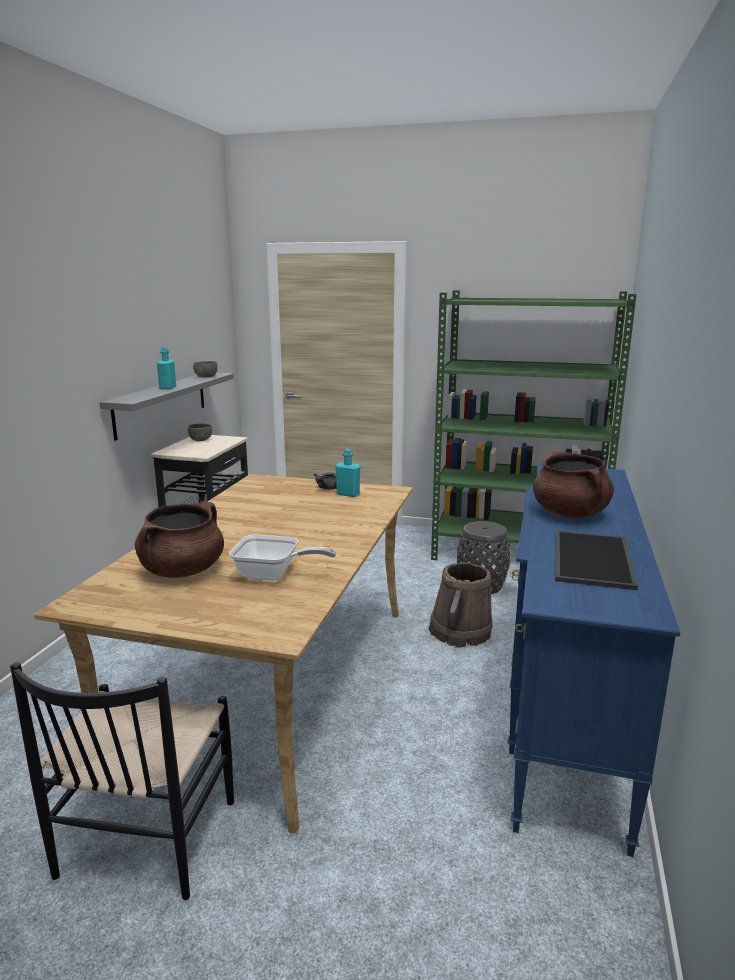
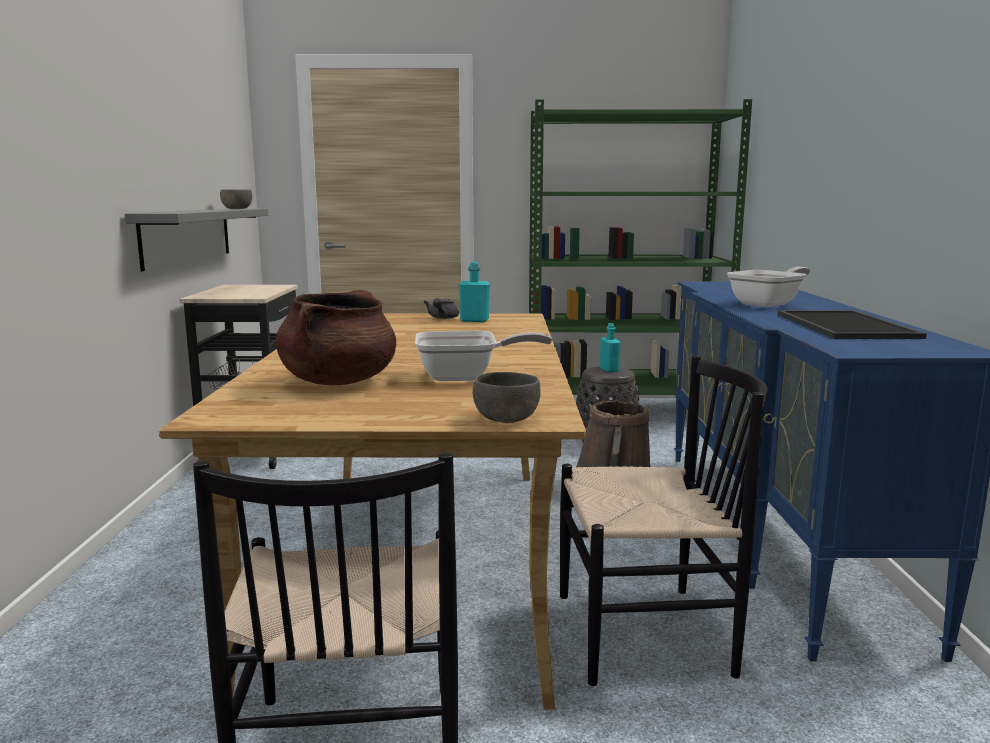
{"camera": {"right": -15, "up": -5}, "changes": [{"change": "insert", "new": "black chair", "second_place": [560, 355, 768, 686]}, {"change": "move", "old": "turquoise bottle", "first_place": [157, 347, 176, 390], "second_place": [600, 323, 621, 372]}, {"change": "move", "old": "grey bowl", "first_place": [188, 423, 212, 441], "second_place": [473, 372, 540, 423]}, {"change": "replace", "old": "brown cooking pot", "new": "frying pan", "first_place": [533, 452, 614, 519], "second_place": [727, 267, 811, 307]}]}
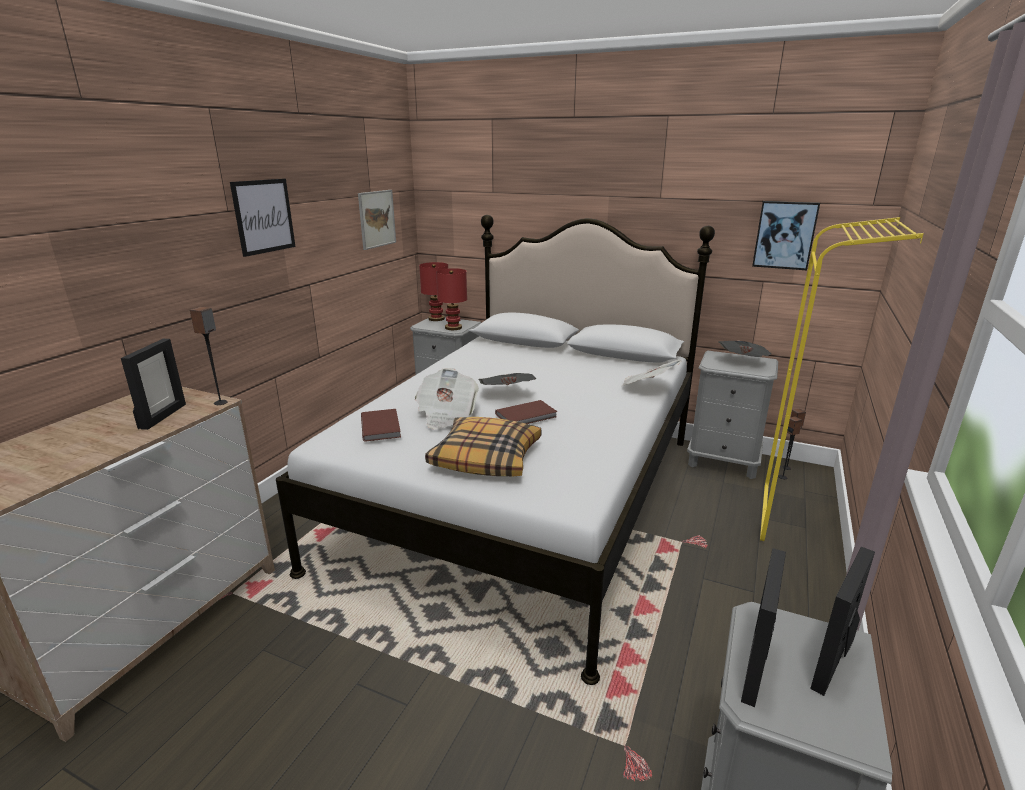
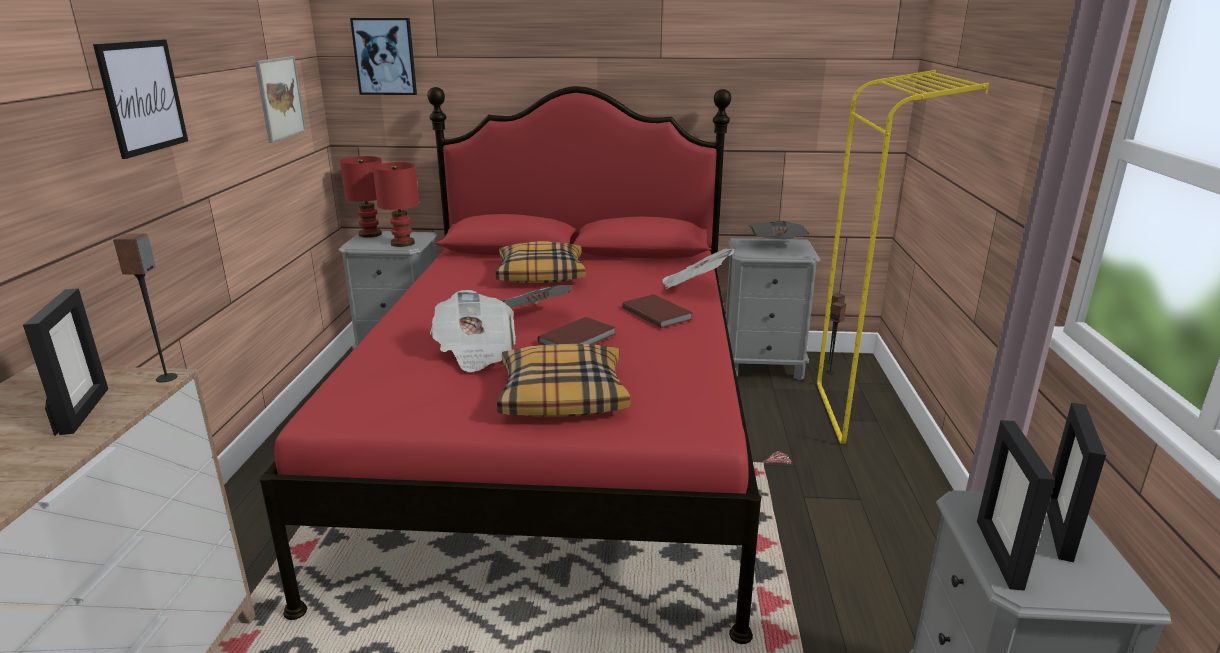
{"camera": {"right": -20, "up": 0}, "changes": [{"change": "insert", "new": "pillow", "second_place": [495, 241, 586, 283]}, {"change": "move", "old": "brown book", "first_place": [361, 409, 401, 442], "second_place": [622, 294, 693, 328]}, {"change": "move", "old": "picture", "first_place": [752, 201, 820, 270], "second_place": [350, 18, 417, 95]}, {"change": "recolor", "old": "white bed", "new": "red bed", "first_place": [276, 215, 715, 685], "second_place": [259, 86, 761, 644]}]}
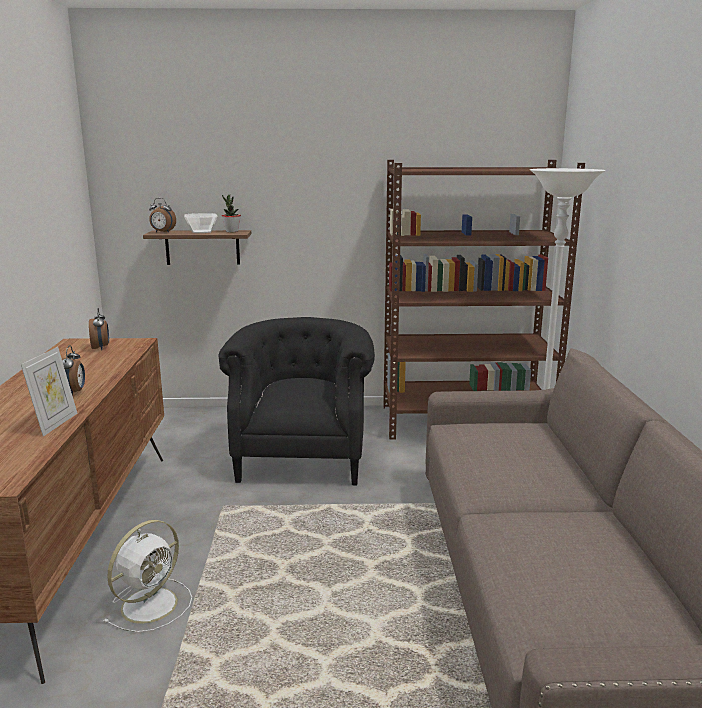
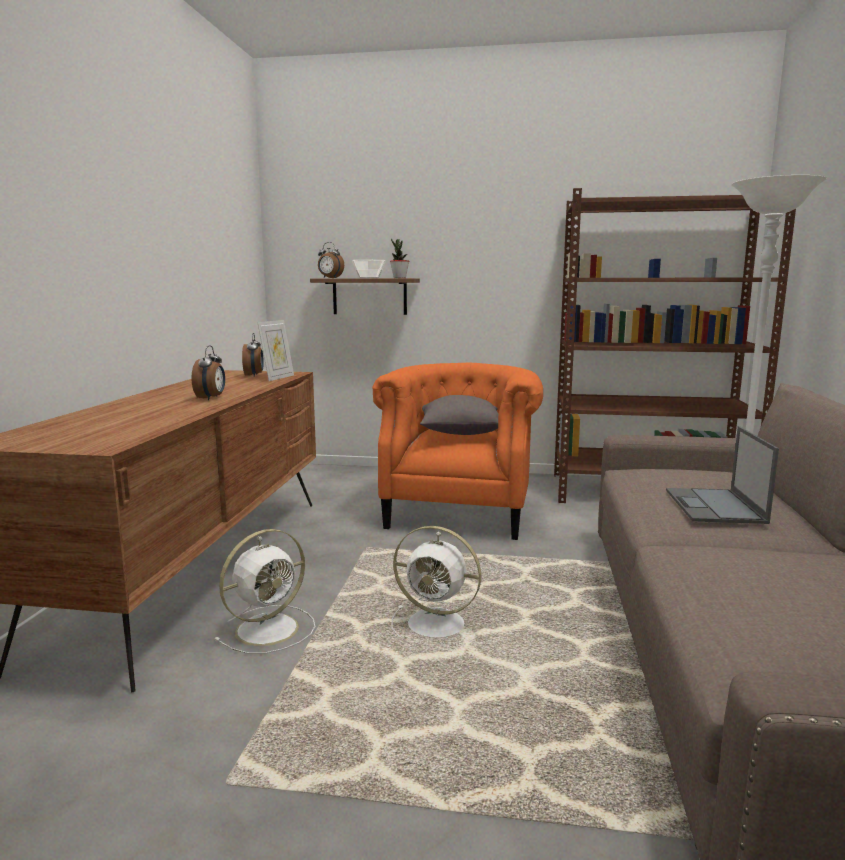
{"camera": {"right": 10, "up": -5}, "changes": [{"change": "insert", "new": "white fan", "second_place": [392, 526, 481, 637]}, {"change": "insert", "new": "grey pillow", "second_place": [420, 395, 499, 435]}, {"change": "insert", "new": "laptop", "second_place": [666, 426, 779, 524]}, {"change": "move", "old": "picture frame", "first_place": [21, 347, 77, 436], "second_place": [257, 320, 294, 381]}, {"change": "recolor", "old": "black armchair", "new": "orange armchair", "first_place": [218, 317, 375, 485], "second_place": [372, 363, 543, 540]}]}
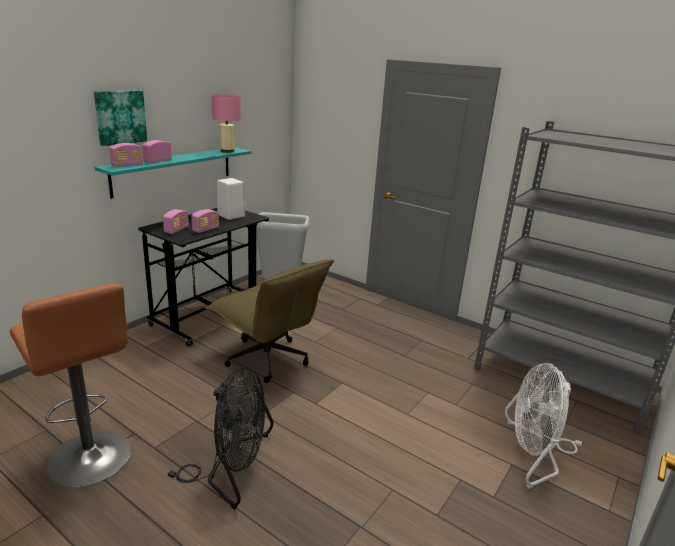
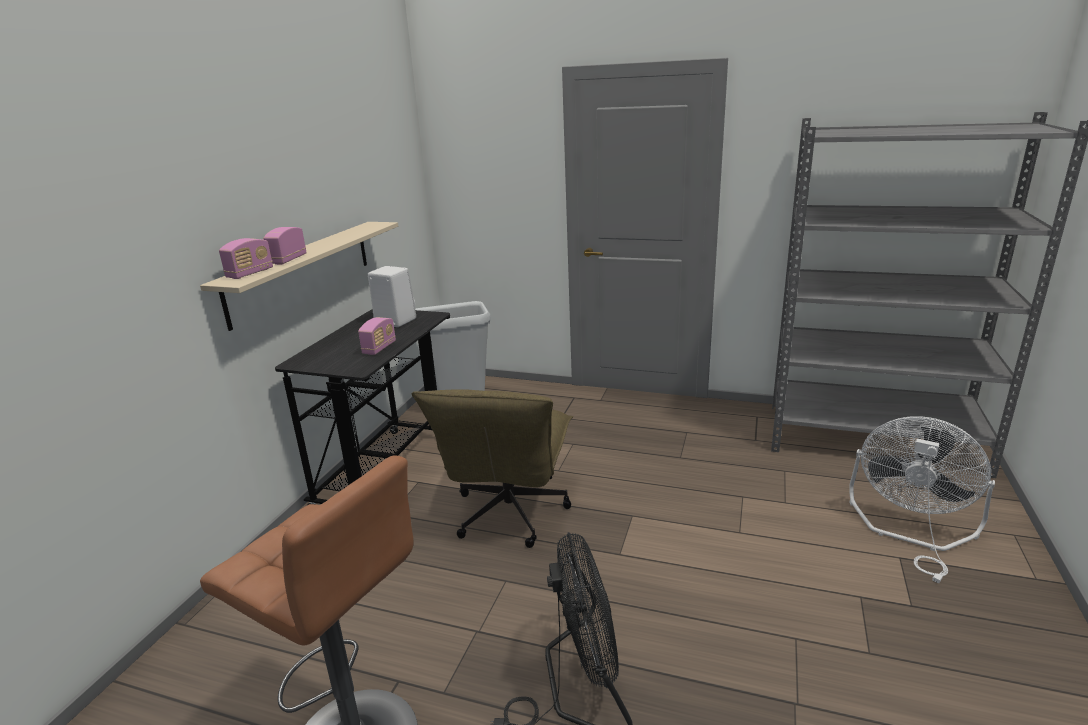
{"camera": {"right": -15, "up": 0}, "changes": [{"change": "delete", "old": "picture", "first_place": [94, 90, 147, 146]}, {"change": "delete", "old": "radio", "first_place": [163, 209, 189, 234]}, {"change": "delete", "old": "pink table lamp", "first_place": [212, 94, 241, 153]}, {"change": "recolor", "old": "turquoise shelf", "new": "beige shelf", "first_place": [95, 147, 252, 199], "second_place": [200, 222, 398, 331]}, {"change": "rotate", "old": "beige office chair", "first_place": [204, 259, 334, 383], "second_place": [412, 389, 573, 548], "degrees": 75}, {"change": "rotate", "old": "white fan", "first_place": [505, 363, 584, 489], "second_place": [849, 416, 995, 583], "degrees": 135}]}
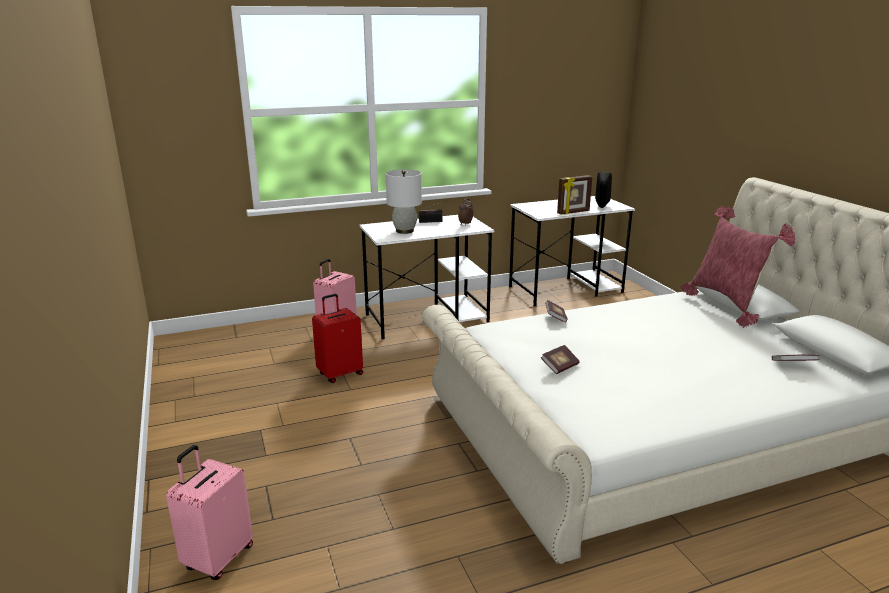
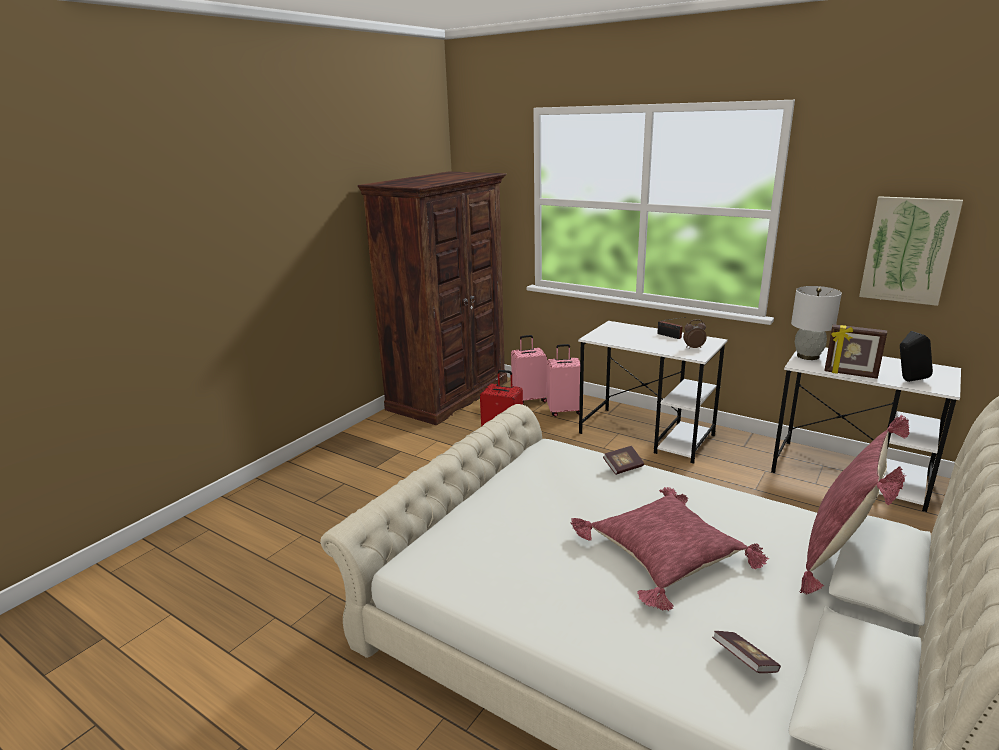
{"camera": {"right": 55, "up": 0}, "changes": [{"change": "delete", "old": "book", "first_place": [541, 345, 580, 374]}, {"change": "insert", "new": "brown wardrobe", "second_place": [358, 172, 507, 426]}, {"change": "insert", "new": "red pillow", "second_place": [570, 487, 770, 611]}, {"change": "insert", "new": "picture", "second_place": [859, 196, 963, 306]}, {"change": "move", "old": "pink suitcase", "first_place": [166, 445, 253, 580], "second_place": [511, 335, 547, 404]}, {"change": "move", "old": "white table lamp", "first_place": [386, 169, 422, 234], "second_place": [791, 286, 842, 360]}]}
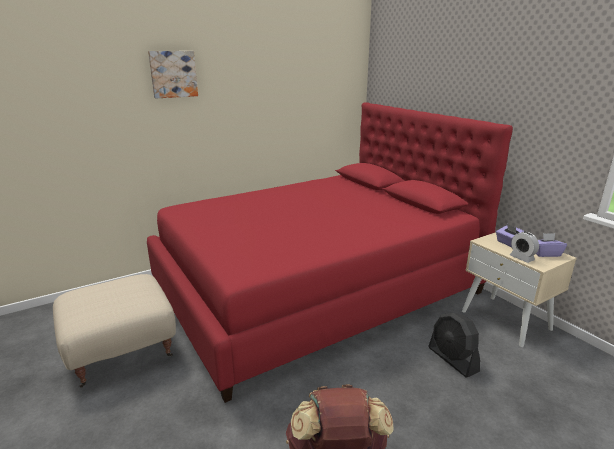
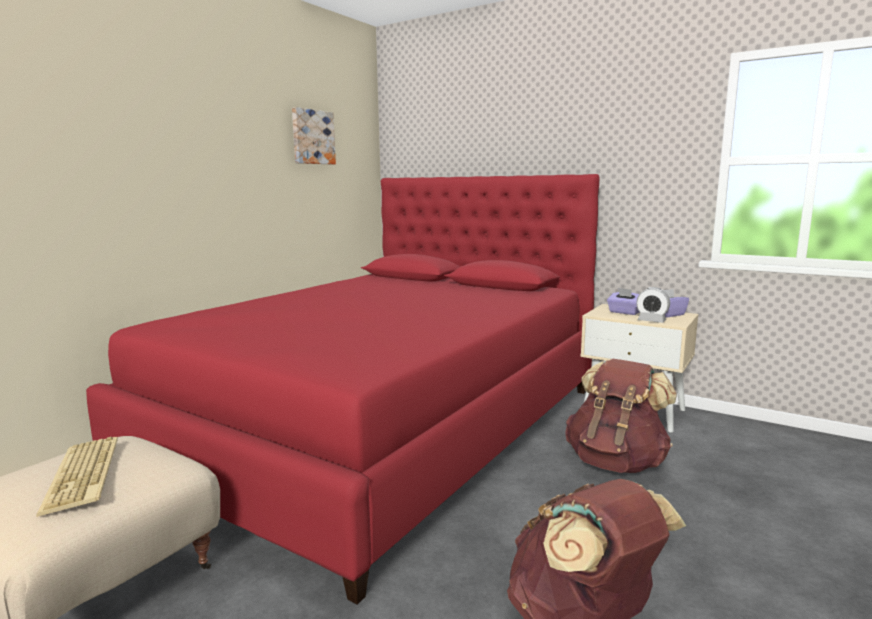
{"camera": {"right": -25, "up": -10}, "changes": [{"change": "insert", "new": "keyboard", "second_place": [36, 437, 118, 517]}, {"change": "move", "old": "picture", "first_place": [148, 51, 198, 98], "second_place": [292, 107, 336, 165]}, {"change": "replace", "old": "black fan", "new": "brown backpack", "first_place": [428, 313, 480, 378], "second_place": [565, 359, 677, 473]}]}
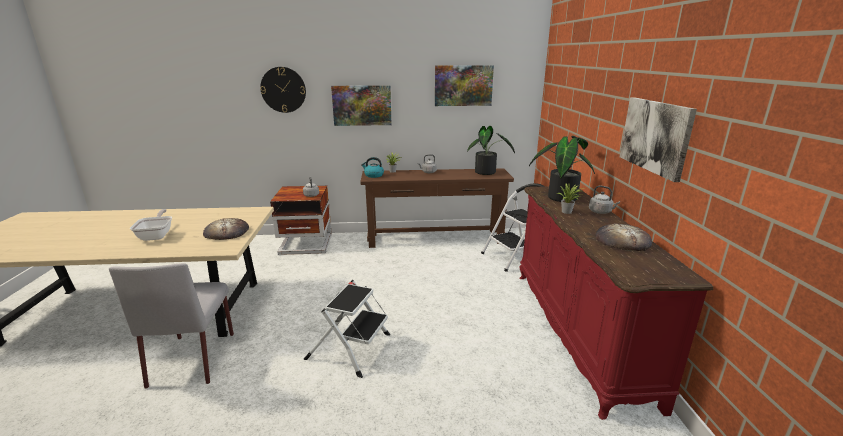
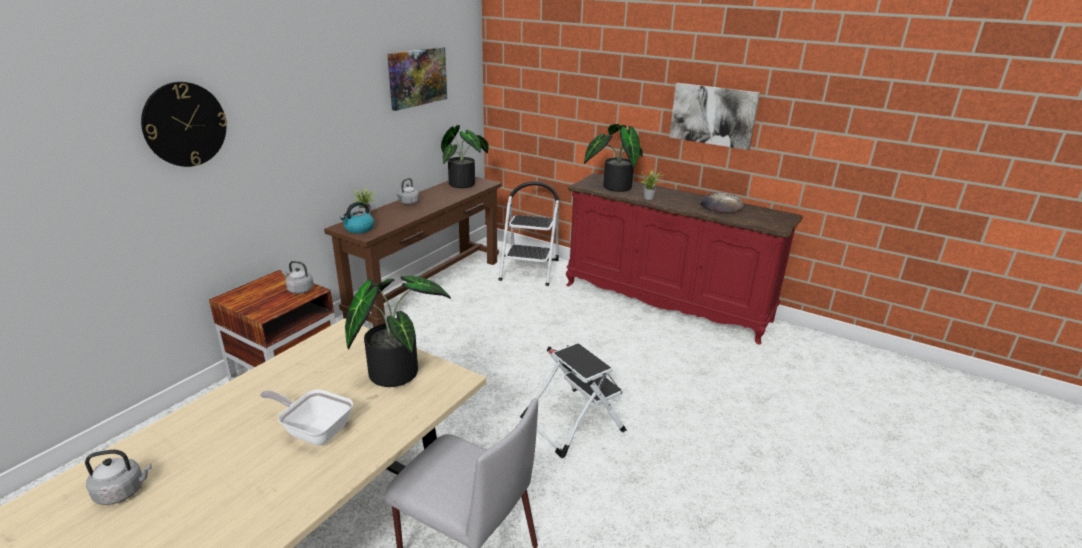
{"camera": {"right": -55, "up": 5}, "changes": [{"change": "delete", "old": "picture", "first_place": [331, 85, 391, 126]}, {"change": "move", "old": "grey kettle", "first_place": [589, 186, 620, 214], "second_place": [85, 450, 152, 505]}, {"change": "replace", "old": "bread", "new": "potted plant", "first_place": [203, 218, 249, 240], "second_place": [345, 276, 451, 387]}]}
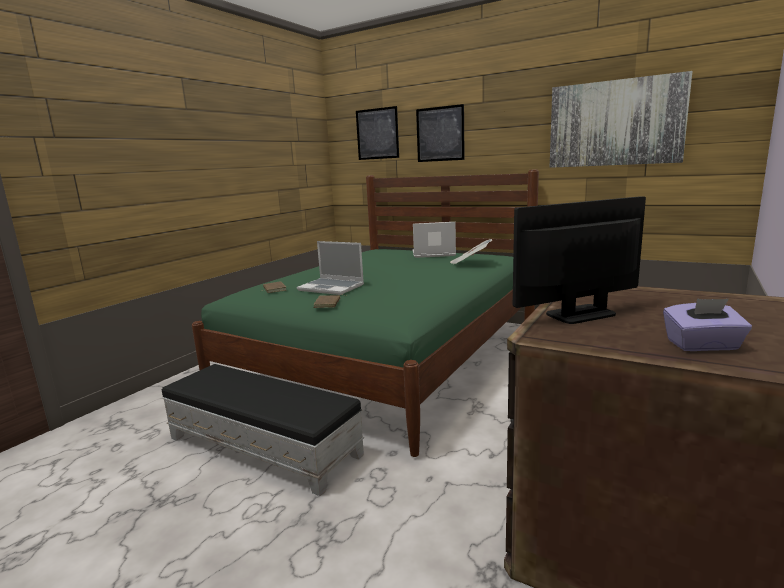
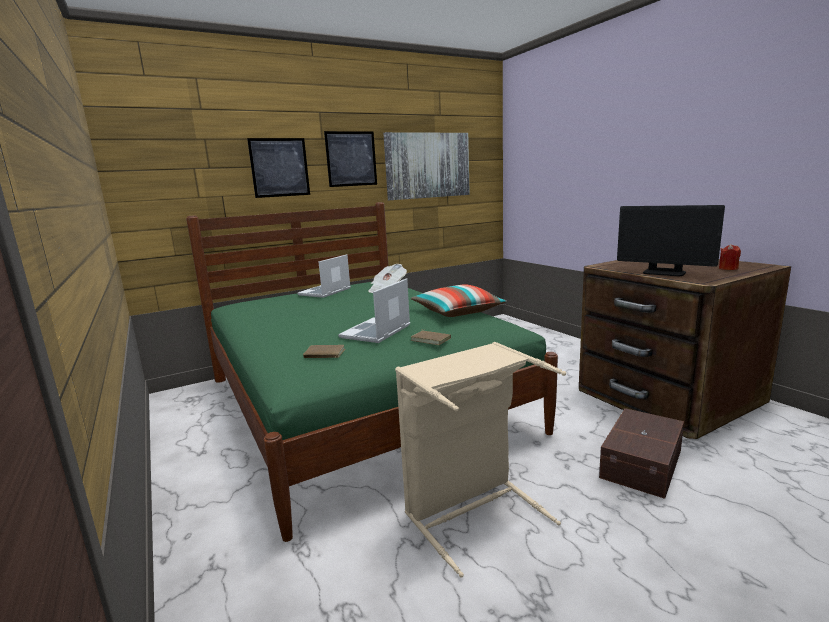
{"camera": {"right": -60, "up": 0}, "changes": [{"change": "insert", "new": "pillow", "second_place": [411, 284, 507, 317]}, {"change": "insert", "new": "brown storage box", "second_place": [599, 408, 684, 499]}, {"change": "move", "old": "picture", "first_place": [356, 106, 399, 160], "second_place": [324, 131, 377, 187]}, {"change": "replace", "old": "black ottoman", "new": "beige laundry basket", "first_place": [162, 364, 364, 496], "second_place": [395, 342, 566, 577]}, {"change": "replace", "old": "purple tissue box", "new": "red candle", "first_place": [663, 299, 752, 351], "second_place": [719, 244, 741, 270]}, {"change": "rotate", "old": "laptop", "first_place": [297, 241, 364, 295], "second_place": [338, 278, 410, 343], "degrees": 150}, {"change": "rotate", "old": "monitor", "first_place": [513, 196, 646, 324], "second_place": [617, 205, 725, 276], "degrees": -60}]}
